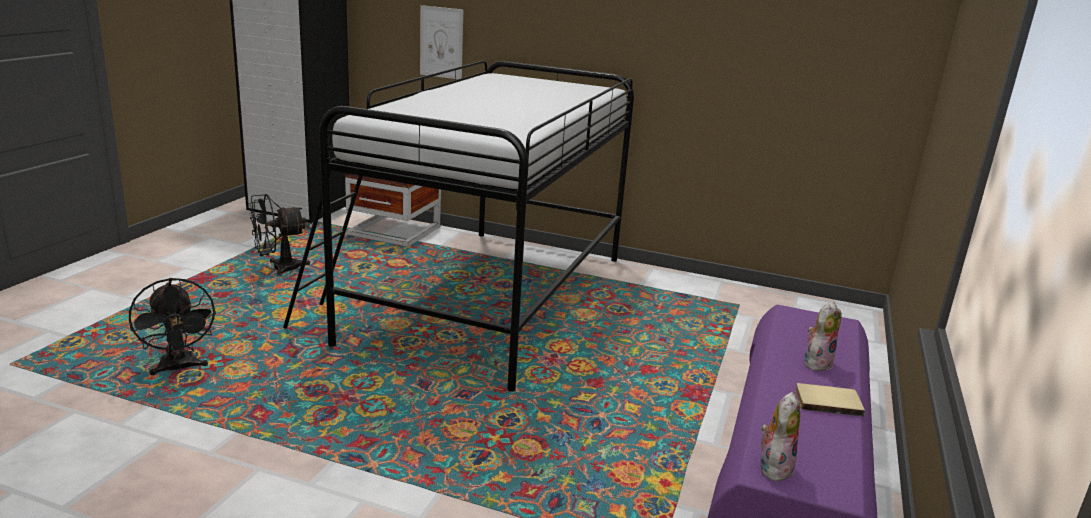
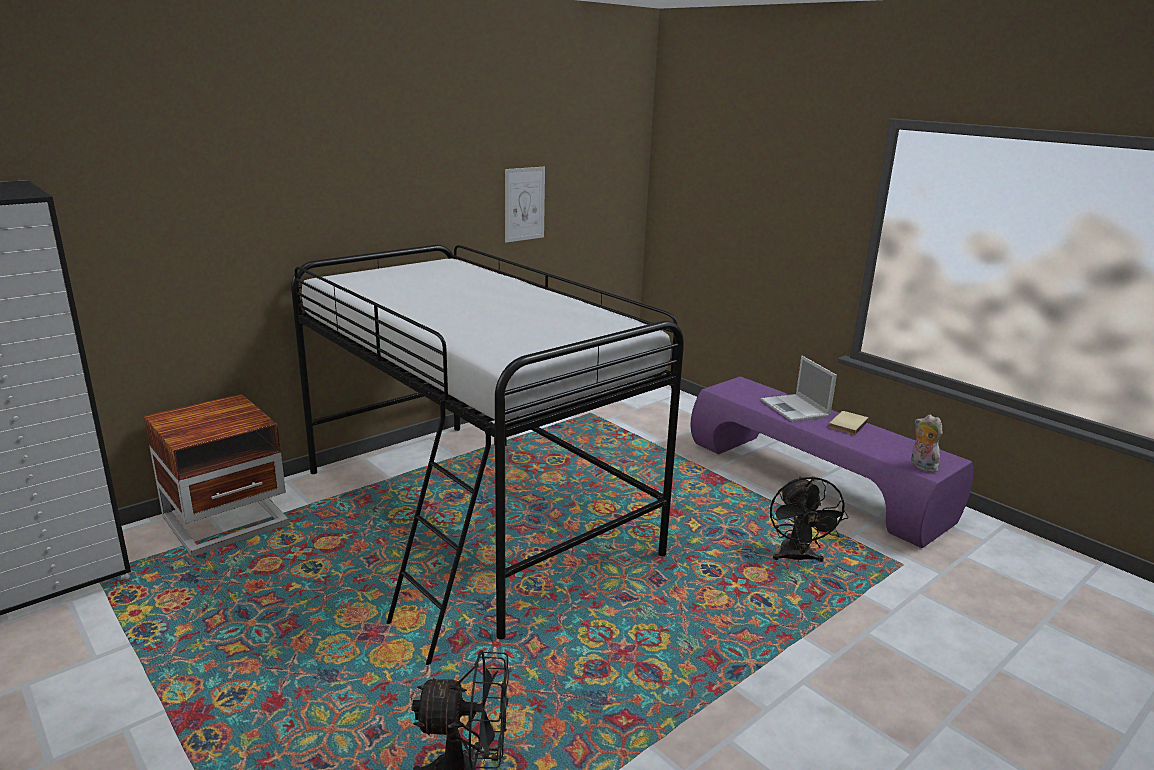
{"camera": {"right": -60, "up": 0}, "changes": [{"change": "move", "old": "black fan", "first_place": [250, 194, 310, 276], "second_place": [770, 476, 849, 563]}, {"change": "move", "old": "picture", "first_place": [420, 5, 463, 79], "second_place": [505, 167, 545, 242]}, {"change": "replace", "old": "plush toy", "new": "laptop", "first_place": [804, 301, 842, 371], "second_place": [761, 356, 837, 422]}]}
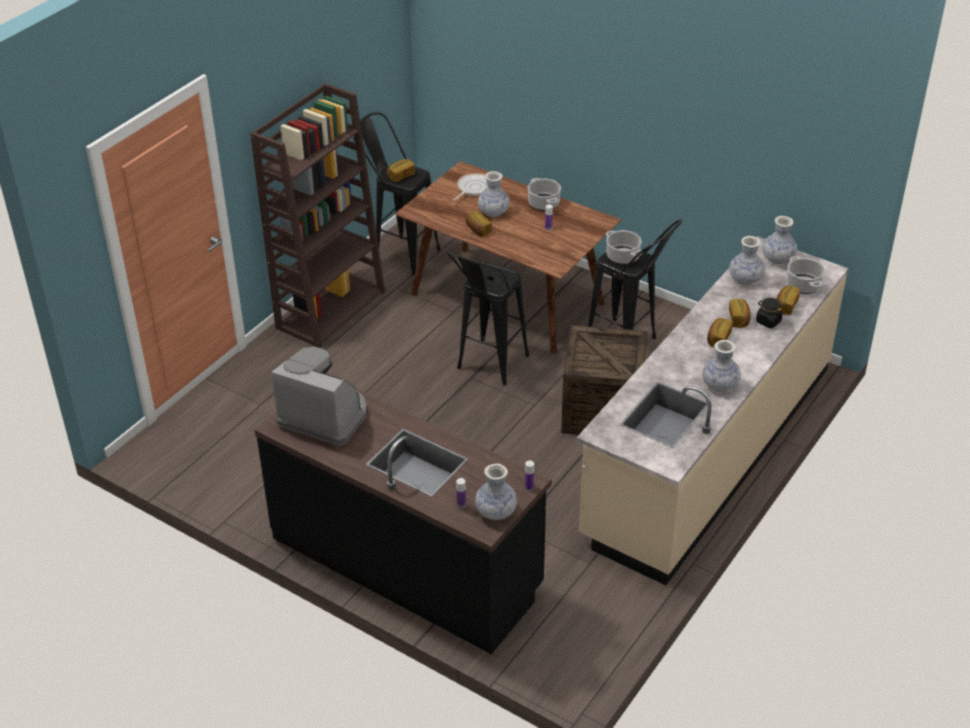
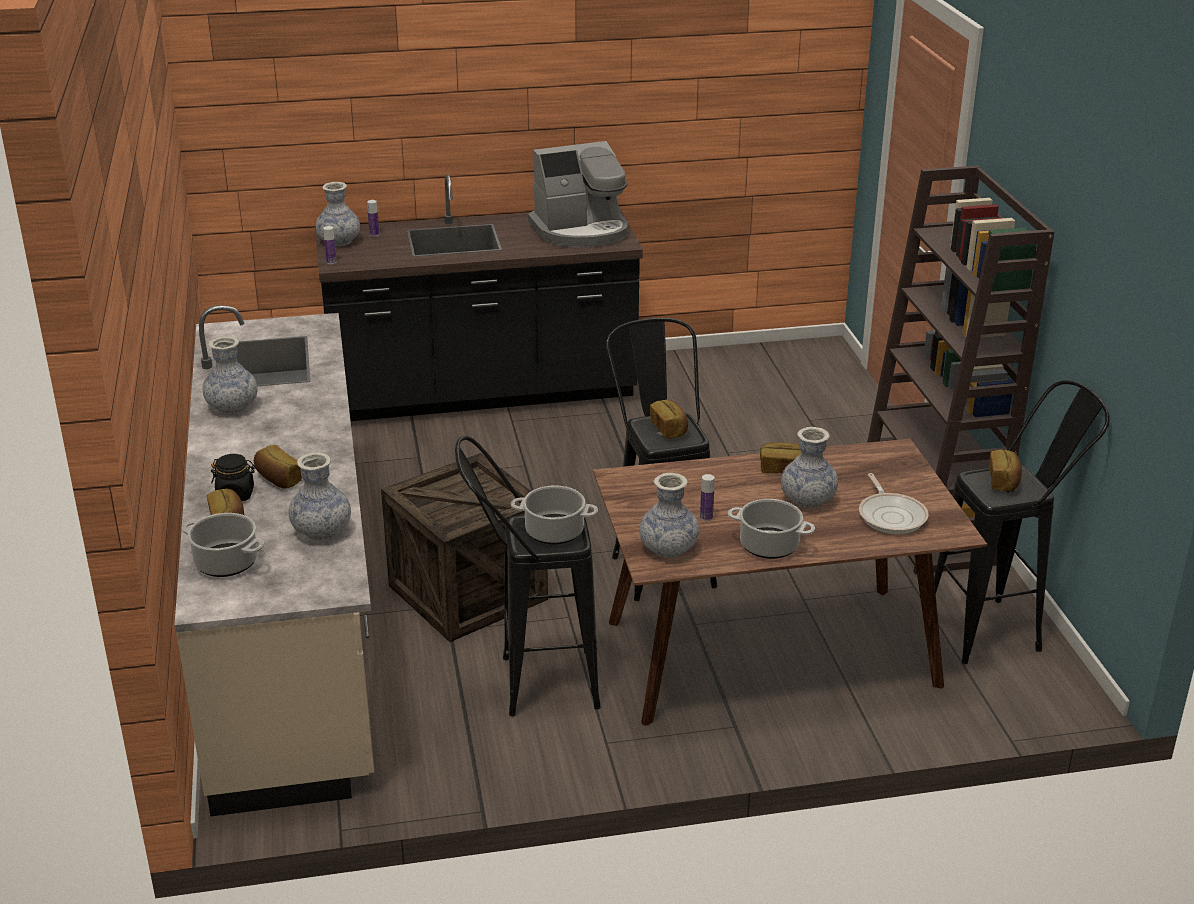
{"camera": {"right": 135, "up": -10}, "changes": [{"change": "move", "old": "bread", "first_place": [707, 318, 733, 347], "second_place": [650, 400, 688, 438]}, {"change": "move", "old": "vase", "first_place": [762, 216, 797, 264], "second_place": [639, 473, 699, 558]}]}
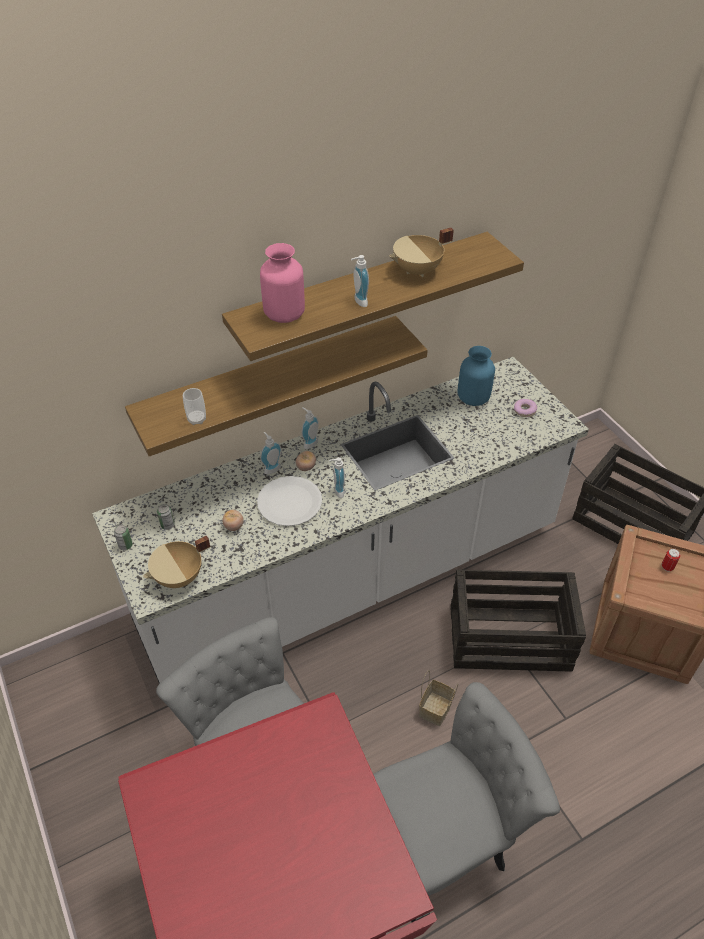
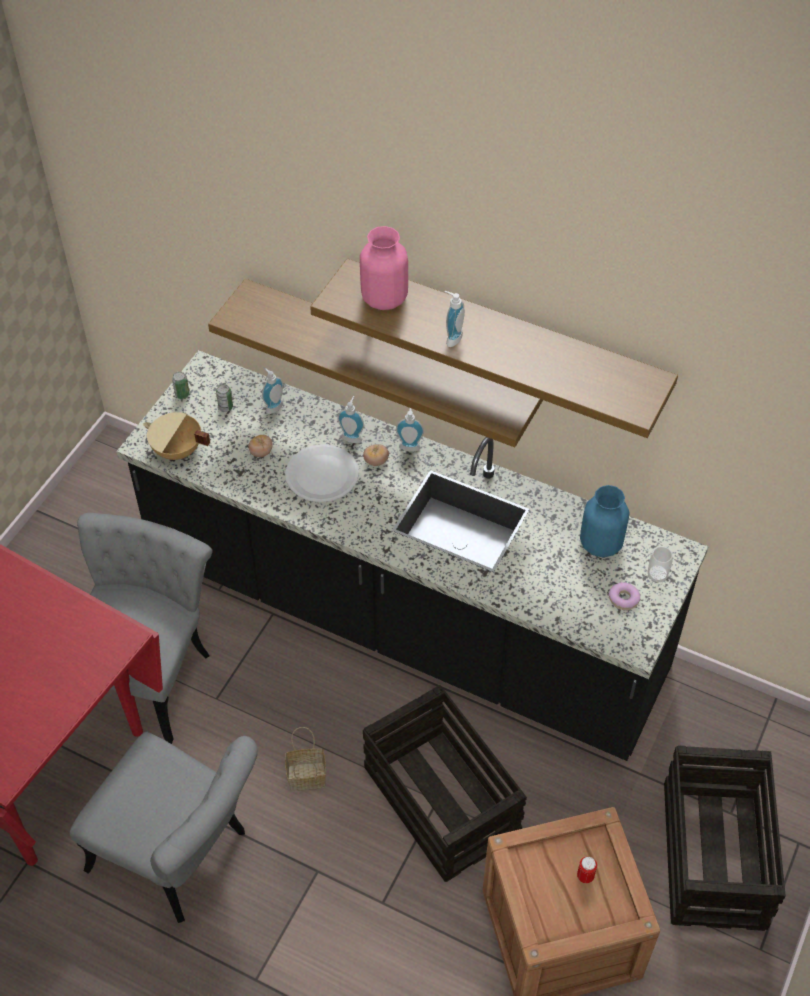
{"camera": {"right": 55, "up": 5}, "changes": [{"change": "delete", "old": "beige cooking pot", "first_place": [390, 228, 454, 277]}, {"change": "move", "old": "cup", "first_place": [183, 388, 206, 425], "second_place": [648, 546, 673, 583]}, {"change": "move", "old": "soap dispenser", "first_place": [329, 457, 345, 498], "second_place": [262, 367, 283, 414]}, {"change": "recolor", "old": "white counter", "new": "black counter", "first_place": [92, 356, 589, 684], "second_place": [116, 350, 709, 761]}]}
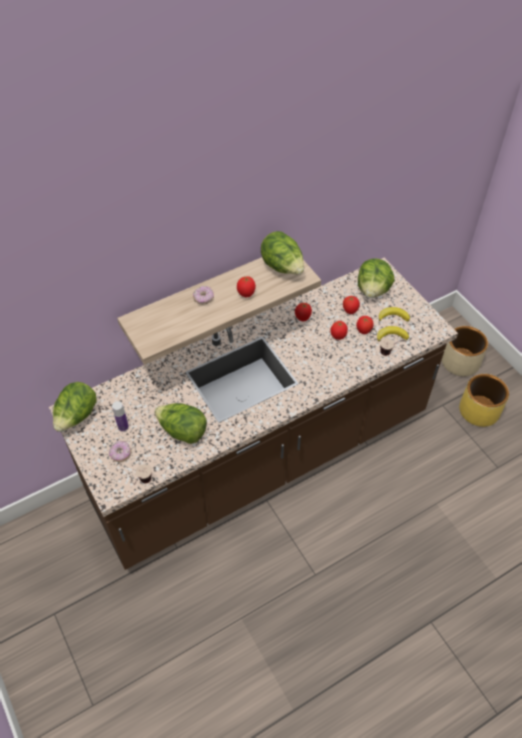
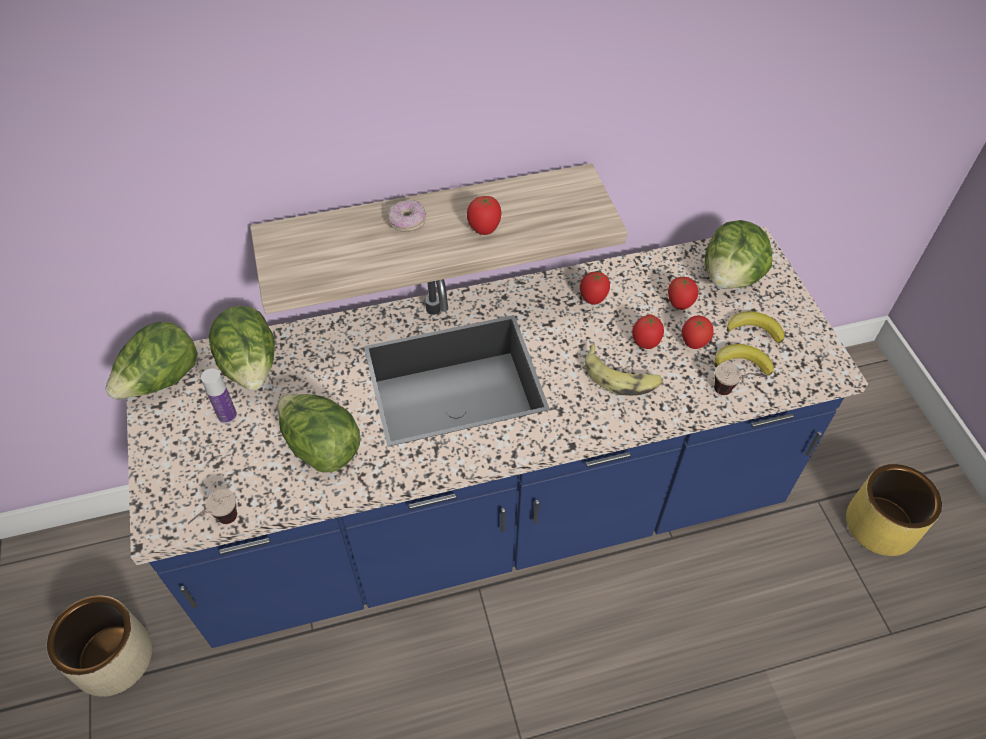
{"camera": {"right": 15, "up": 0}, "changes": [{"change": "delete", "old": "donut", "first_place": [109, 441, 131, 462]}, {"change": "insert", "new": "banana", "second_place": [585, 344, 663, 396]}, {"change": "move", "old": "lettuce", "first_place": [261, 231, 304, 274], "second_place": [209, 306, 275, 391]}, {"change": "move", "old": "beige planter", "first_place": [442, 326, 488, 376], "second_place": [47, 596, 152, 697]}, {"change": "recolor", "old": "brown counter", "new": "blue counter", "first_place": [49, 258, 458, 570], "second_place": [126, 227, 868, 648]}]}
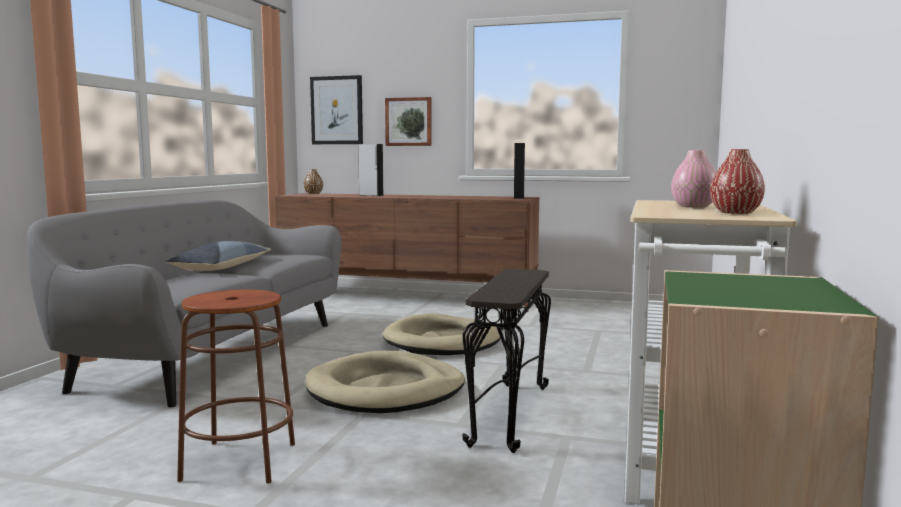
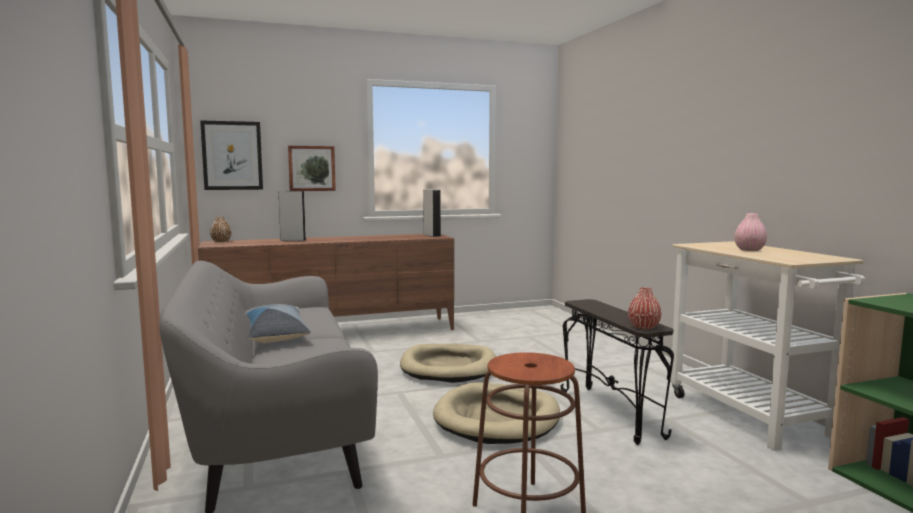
{"camera": {"right": -35, "up": 0}, "changes": [{"change": "move", "old": "red vase", "first_place": [710, 149, 765, 214], "second_place": [628, 287, 662, 329]}]}
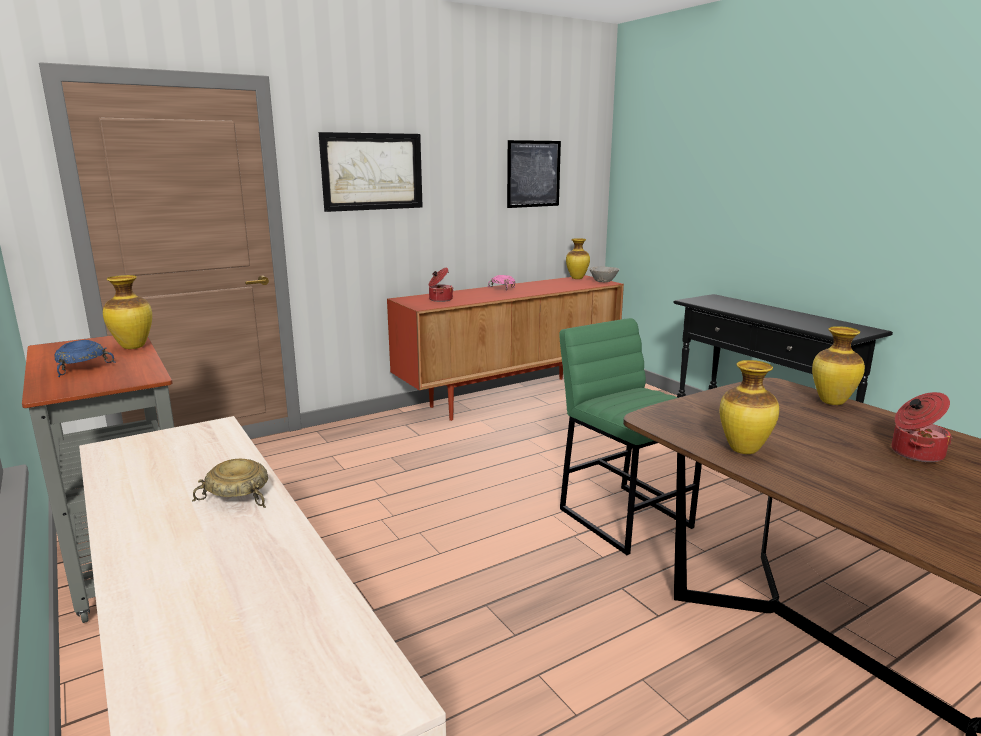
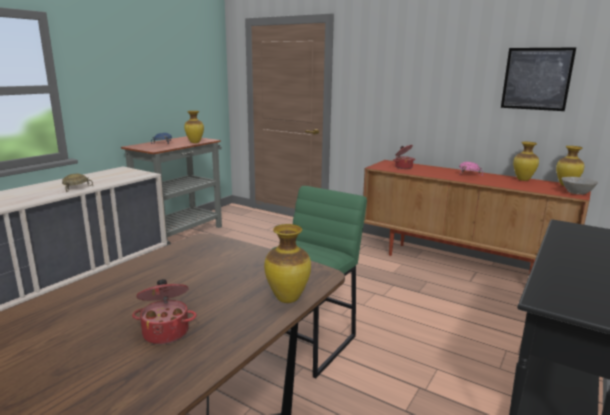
{"camera": {"right": 65, "up": 0}, "changes": [{"change": "delete", "old": "picture", "first_place": [319, 132, 423, 212]}, {"change": "move", "old": "vase", "first_place": [720, 360, 779, 454], "second_place": [513, 142, 539, 181]}]}
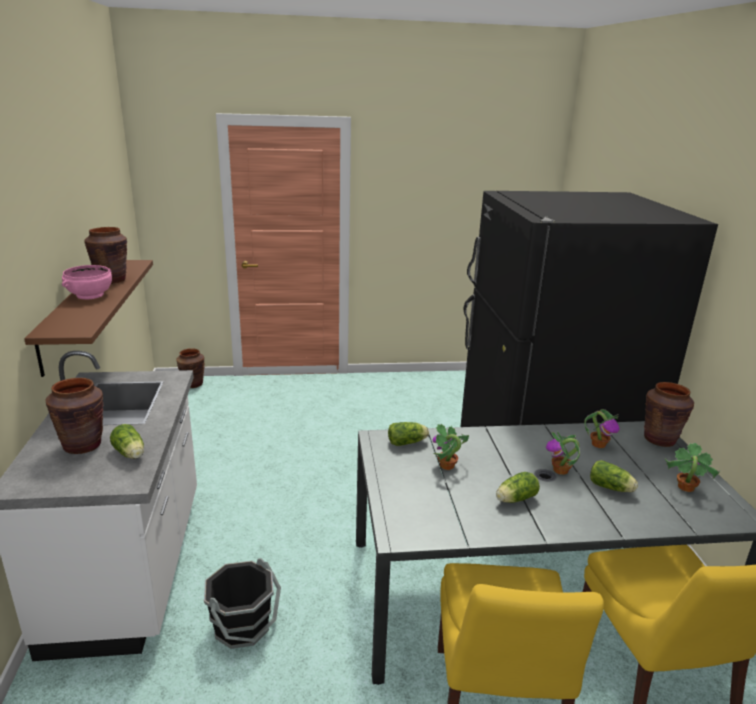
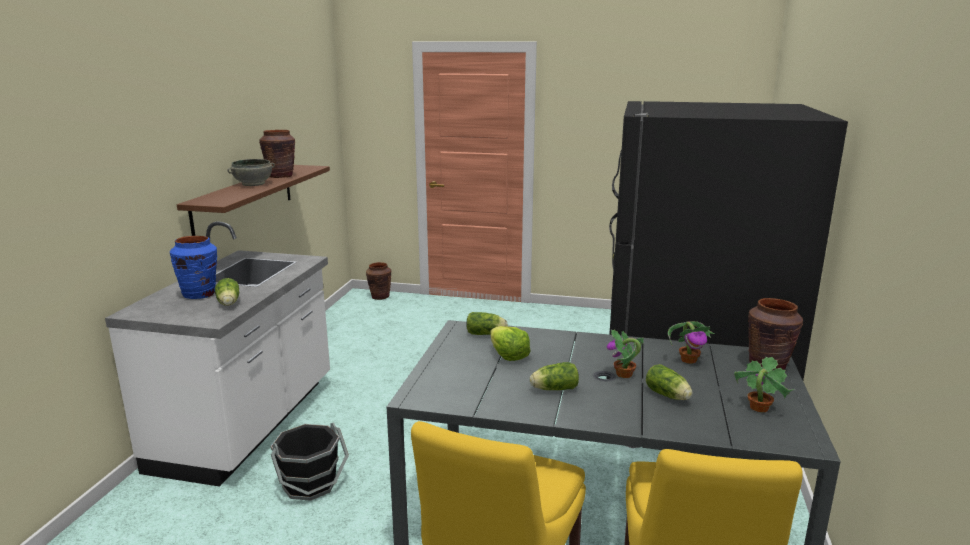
{"camera": {"right": 20, "up": -5}, "changes": [{"change": "replace", "old": "potted plant", "new": "lettuce", "first_place": [433, 424, 469, 470], "second_place": [490, 326, 531, 361]}, {"change": "recolor", "old": "brown vase", "new": "blue vase", "first_place": [46, 378, 103, 454], "second_place": [170, 236, 217, 299]}, {"change": "recolor", "old": "pink bowl", "new": "grey bowl", "first_place": [62, 265, 112, 299], "second_place": [227, 159, 275, 186]}]}
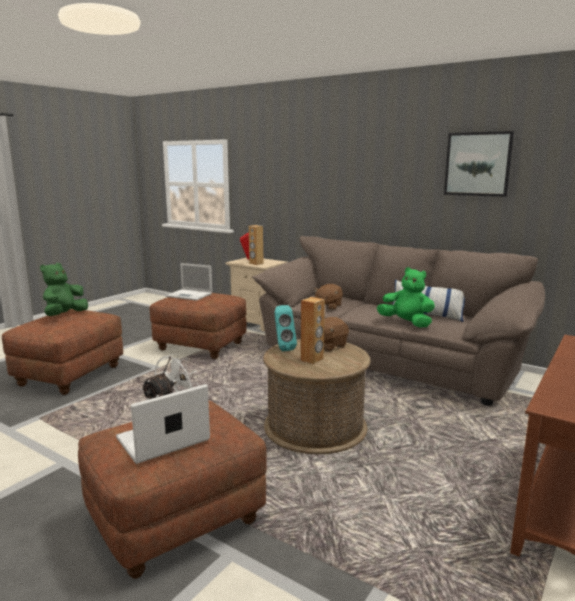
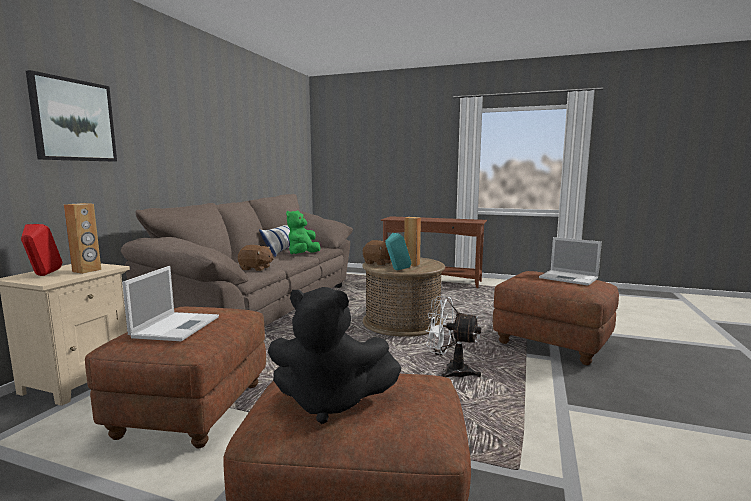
{"camera": {"right": -105, "up": -5}, "changes": [{"change": "move", "old": "picture", "first_place": [444, 131, 514, 197], "second_place": [26, 70, 117, 162]}, {"change": "recolor", "old": "green plush toy", "new": "black plush toy", "first_place": [40, 263, 88, 316], "second_place": [268, 287, 402, 424]}]}
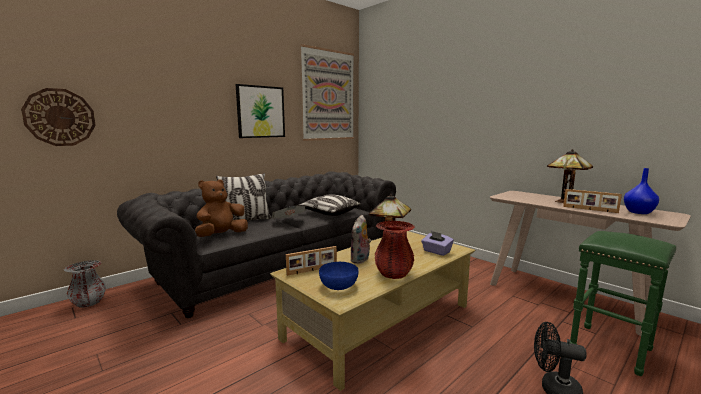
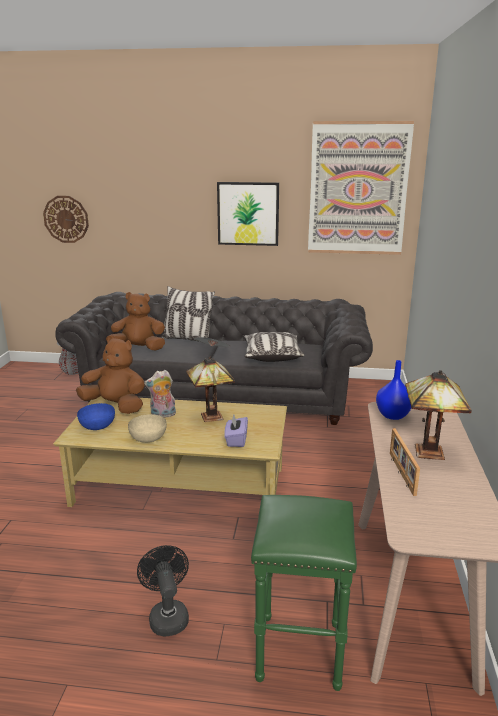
{"camera": {"right": 50, "up": 10}, "changes": [{"change": "move", "old": "blue vase", "first_place": [624, 168, 659, 214], "second_place": [376, 360, 411, 420]}, {"change": "replace", "old": "picture frame", "new": "brown plush toy", "first_place": [286, 246, 337, 276], "second_place": [76, 336, 145, 414]}, {"change": "replace", "old": "red vase", "new": "beige bowl", "first_place": [374, 221, 415, 279], "second_place": [128, 414, 167, 443]}]}
